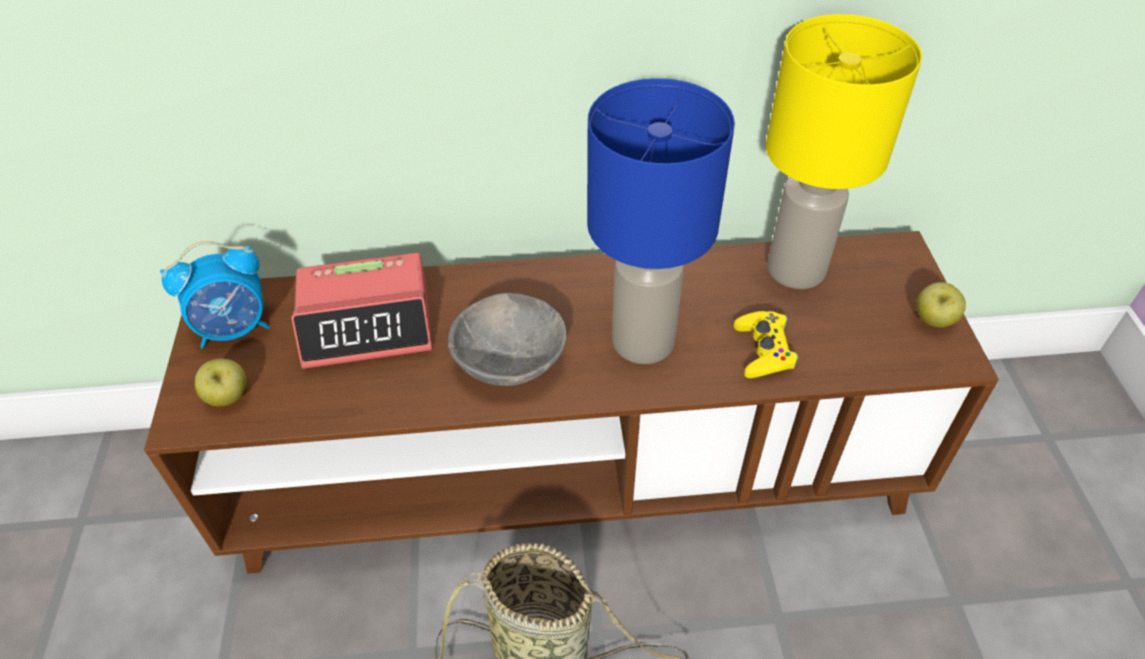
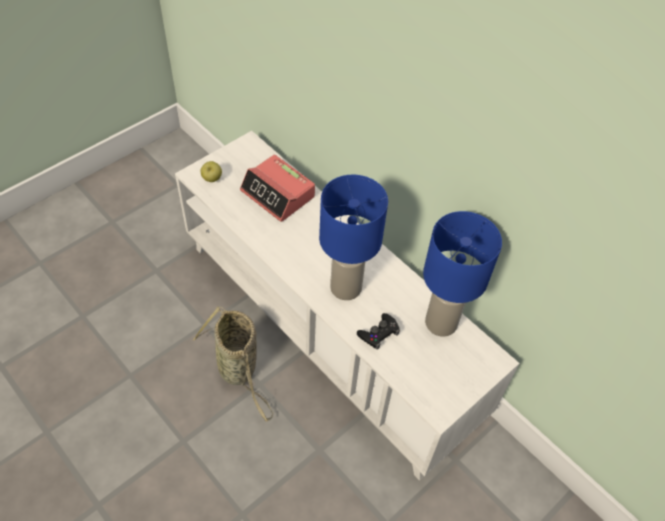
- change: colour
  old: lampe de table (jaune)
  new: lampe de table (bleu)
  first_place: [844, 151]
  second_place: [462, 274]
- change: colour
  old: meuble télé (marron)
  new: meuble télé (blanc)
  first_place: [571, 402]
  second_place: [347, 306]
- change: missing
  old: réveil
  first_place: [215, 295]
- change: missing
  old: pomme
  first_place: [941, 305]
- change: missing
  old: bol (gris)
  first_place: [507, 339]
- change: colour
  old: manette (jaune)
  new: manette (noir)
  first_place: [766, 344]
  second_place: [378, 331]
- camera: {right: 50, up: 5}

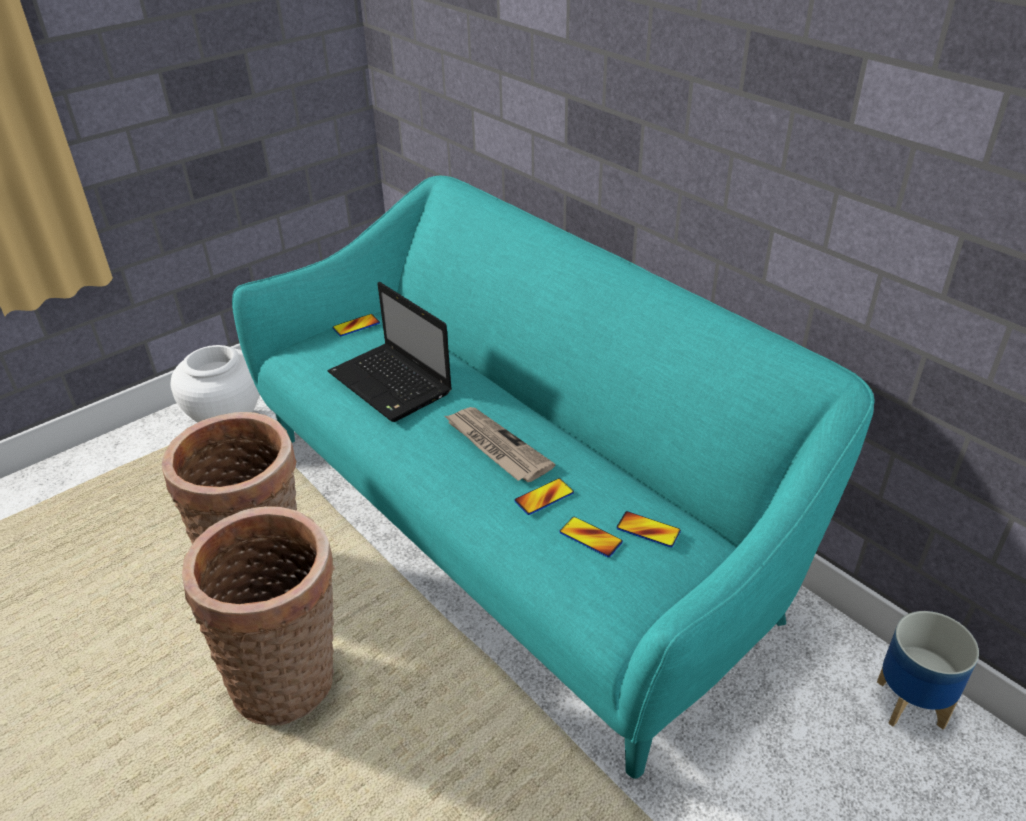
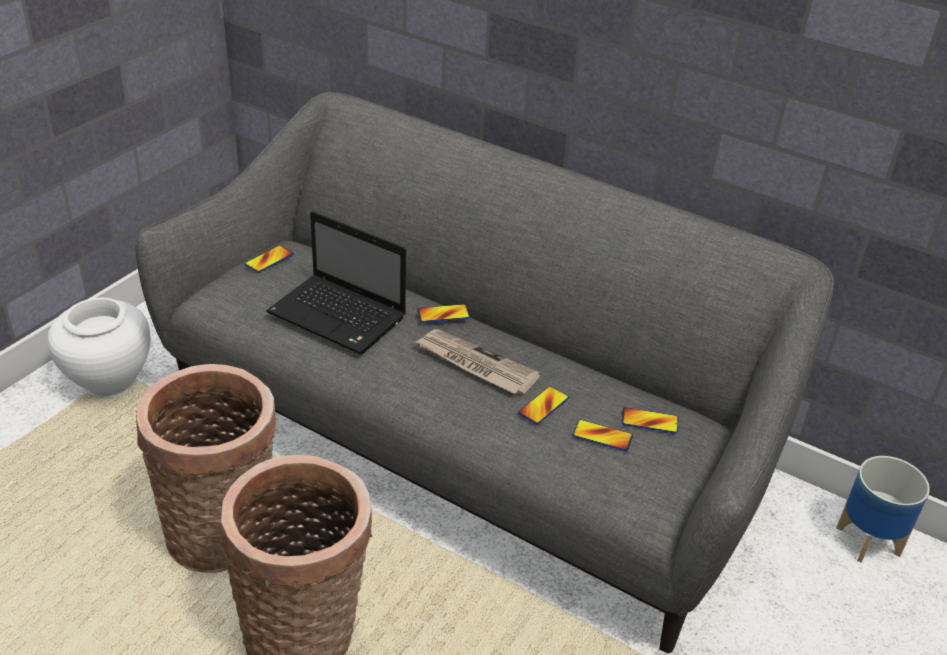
- change: colour
  old: canapé (turquoise)
  new: canapé (gris)
  first_place: [553, 477]
  second_place: [484, 372]
- change: appeared
  new: téléphone
  second_place: [443, 313]
- camera: {right: -20, up: 0}

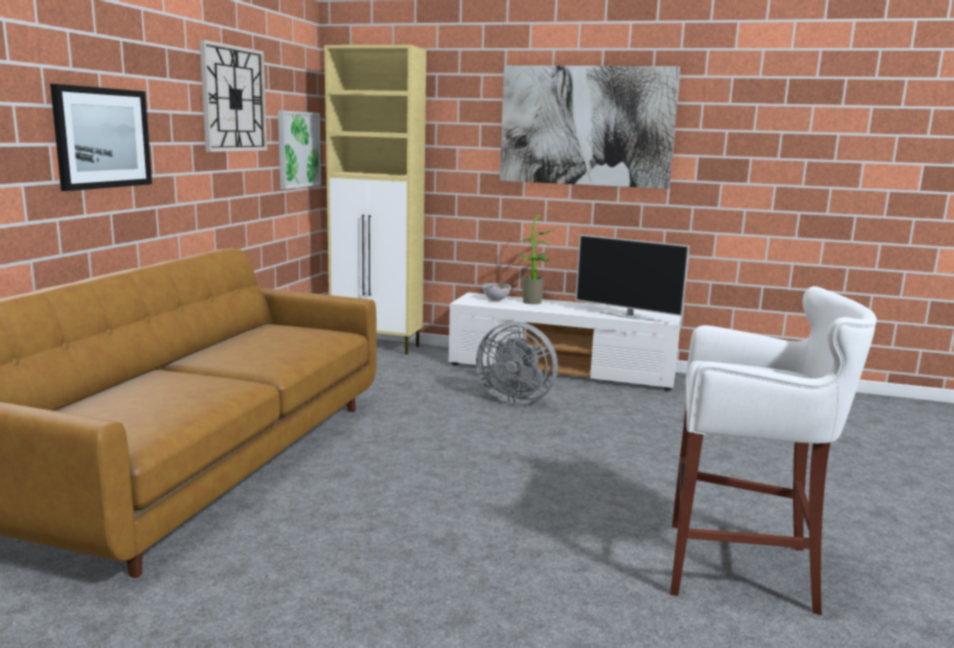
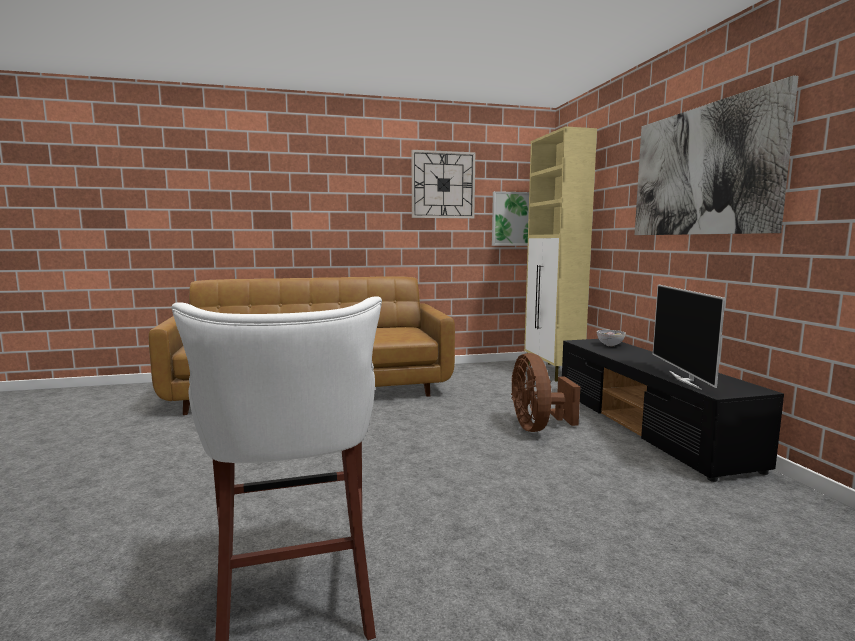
- change: missing
  old: tableau
  first_place: [101, 137]
- change: missing
  old: plante en pot
  first_place: [537, 259]
- change: colour
  old: meuble télé (blanc)
  new: meuble télé (noir)
  first_place: [565, 341]
  second_place: [673, 410]
- change: colour
  old: ventilateur (gris)
  new: ventilateur (marron)
  first_place: [517, 363]
  second_place: [545, 392]
- camera: {right: 60, up: -5}

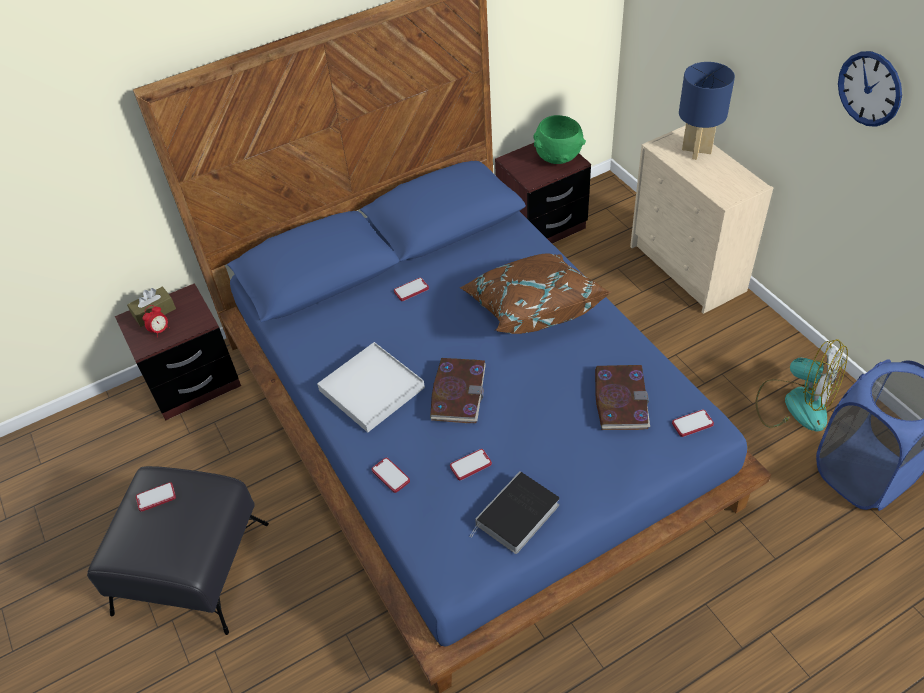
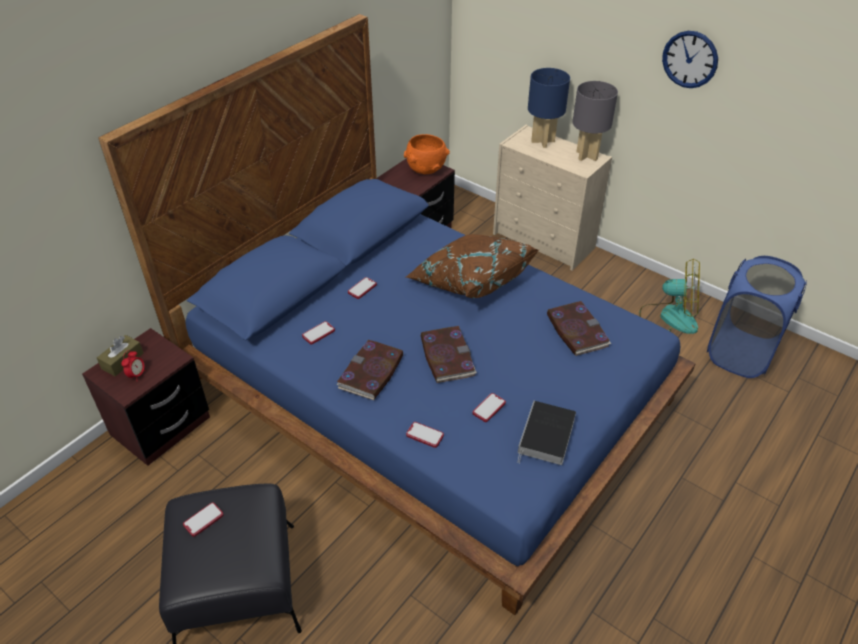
- change: colour
  old: bol (vert)
  new: bol (orange)
  first_place: [559, 139]
  second_place: [427, 154]
- change: exchanged
  old: plateau (blanc)
  new: livre
  first_place: [371, 387]
  second_place: [370, 370]
- change: relocated
  old: téléphone
  first_place: [693, 423]
  second_place: [318, 333]
- change: appeared
  new: lampe de table (gris)
  second_place: [595, 121]
- camera: {right: -25, up: -5}

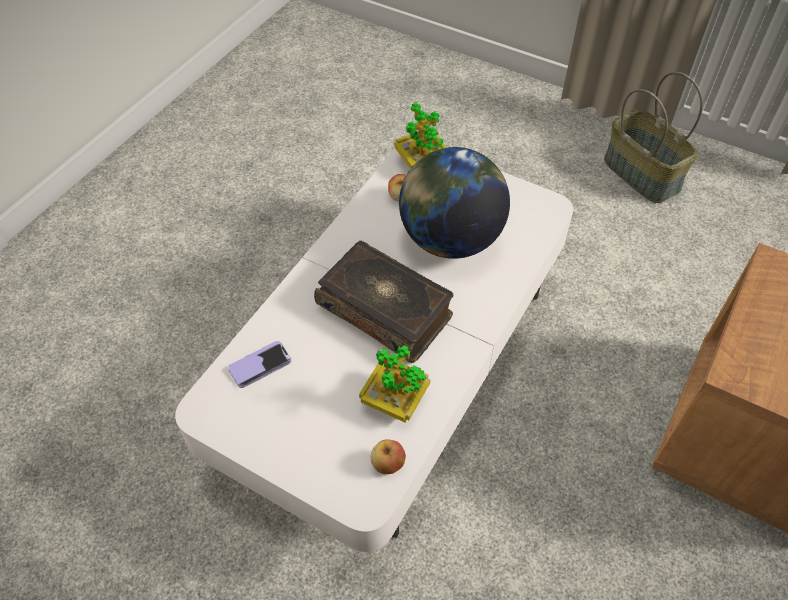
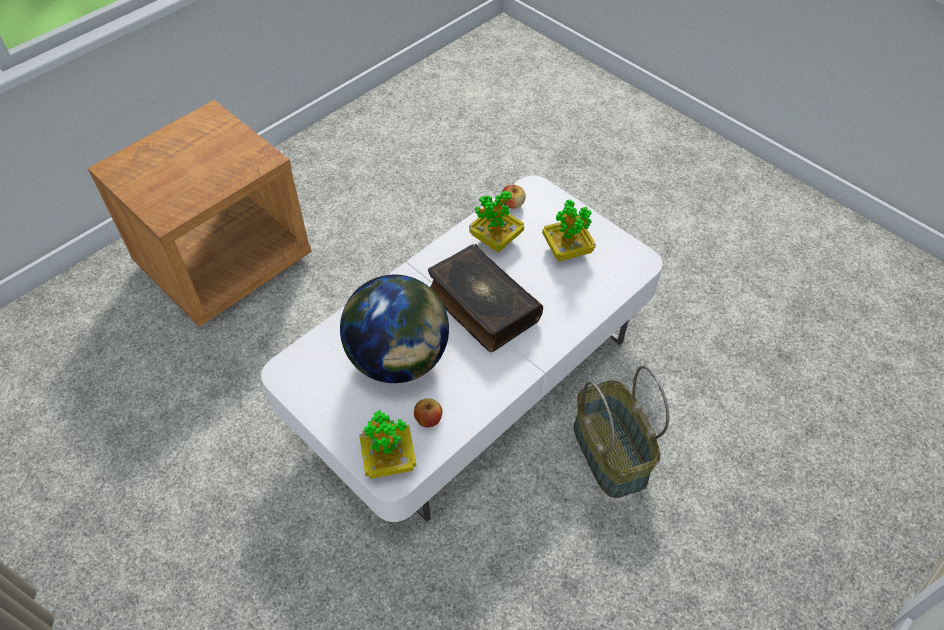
- change: relocated
  old: panier
  first_place: [653, 137]
  second_place: [621, 431]
- change: missing
  old: téléphone
  first_place: [259, 364]
- change: appeared
  new: plante en pot
  second_place: [569, 230]
- camera: {right: -165, up: 0}

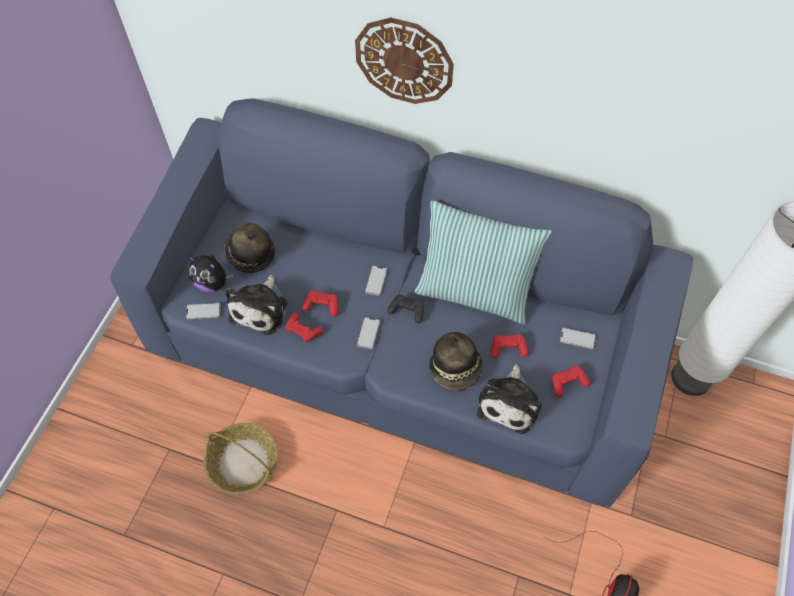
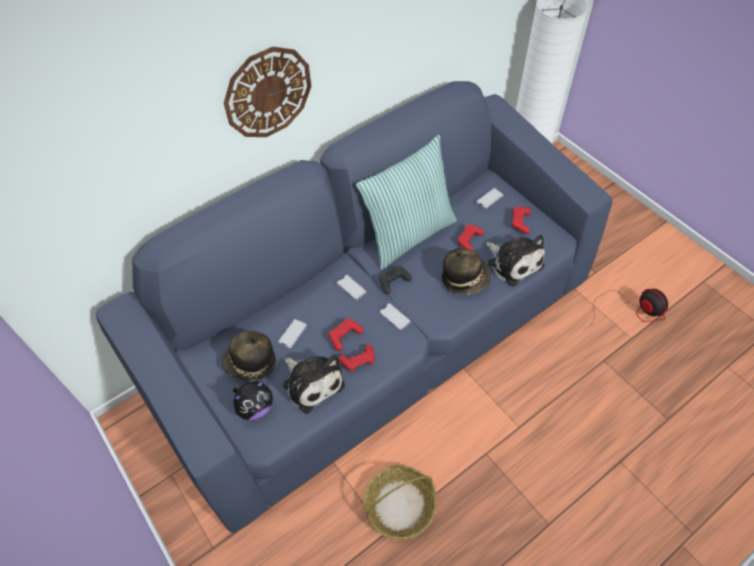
- change: relocated
  old: téléphone
  first_place: [203, 311]
  second_place: [292, 334]
- camera: {right: -55, up: -5}

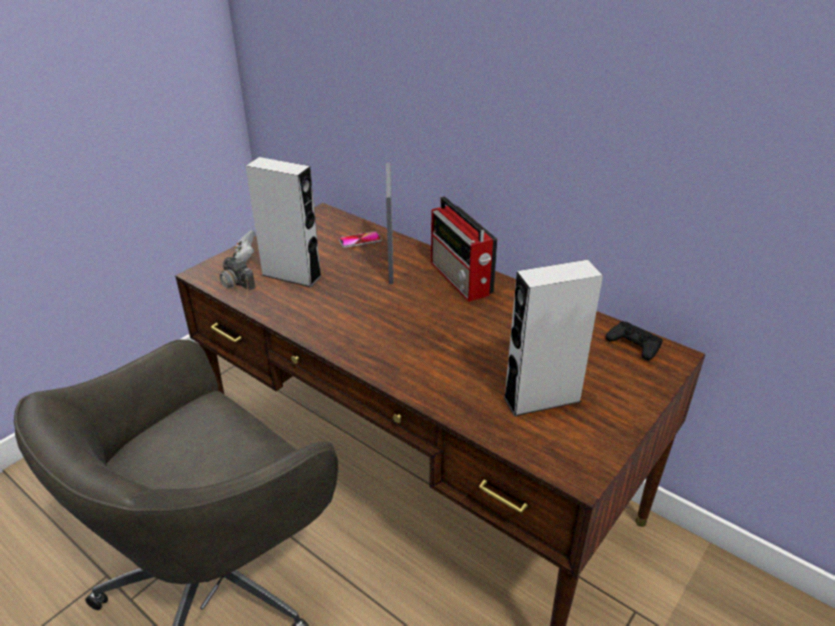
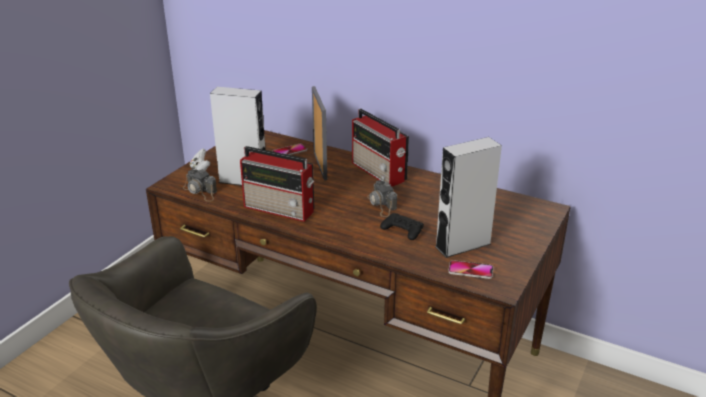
- change: relocated
  old: manette (noir)
  first_place: [634, 340]
  second_place: [402, 226]
- change: appeared
  new: radio
  second_place: [277, 184]
- change: appeared
  new: appareil photo
  second_place: [382, 198]
- change: appeared
  new: téléphone
  second_place: [470, 269]
- camera: {right: -10, up: -5}

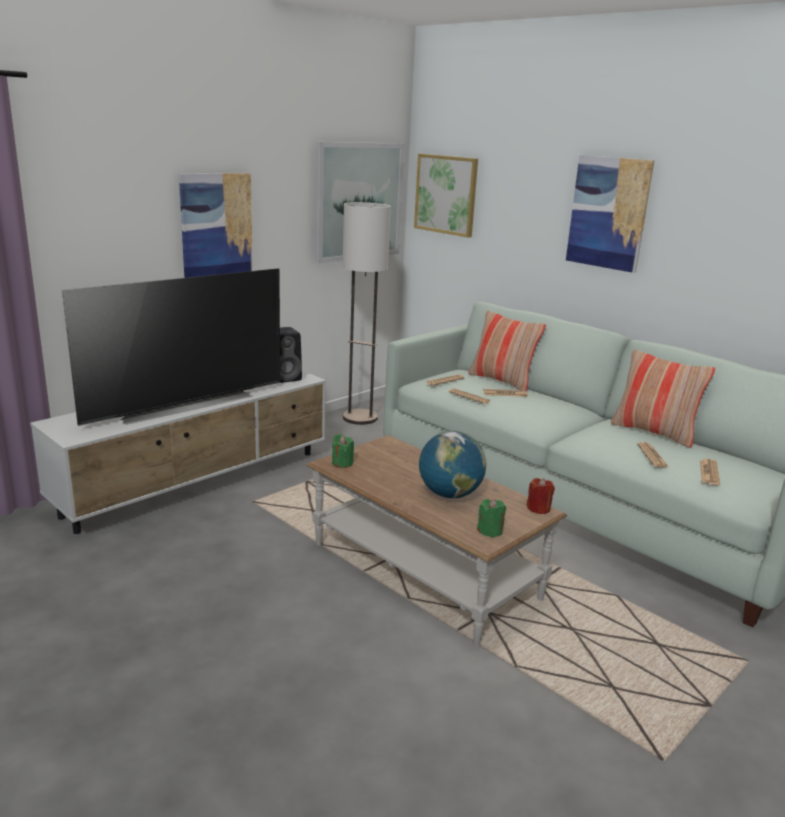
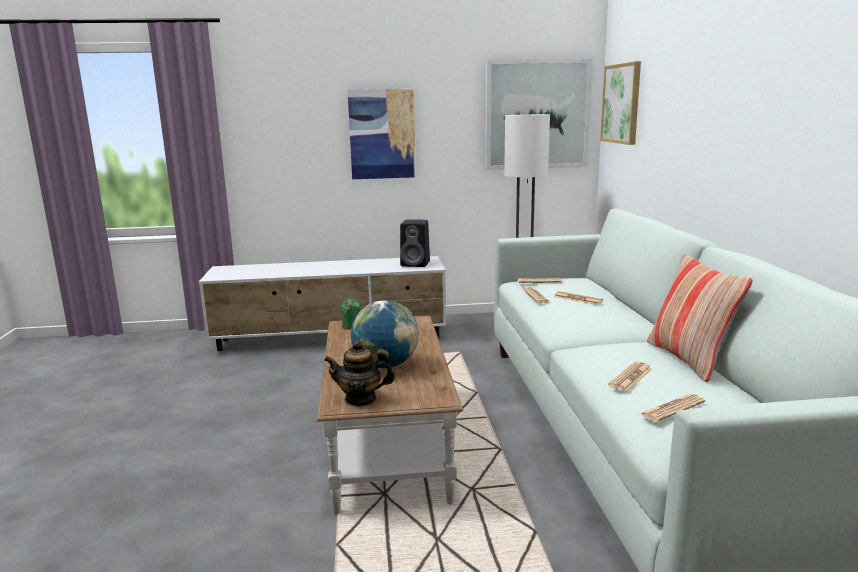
- change: missing
  old: tableau
  first_place: [610, 214]
- change: missing
  old: téléviseur
  first_place: [171, 347]
- change: missing
  old: coussin
  first_place: [507, 351]
- change: missing
  old: bougie (rouge)
  first_place: [540, 496]
- change: exchanged
  old: bougie (vert)
  new: théière
  first_place: [491, 518]
  second_place: [359, 373]
- camera: {right: 40, up: -5}

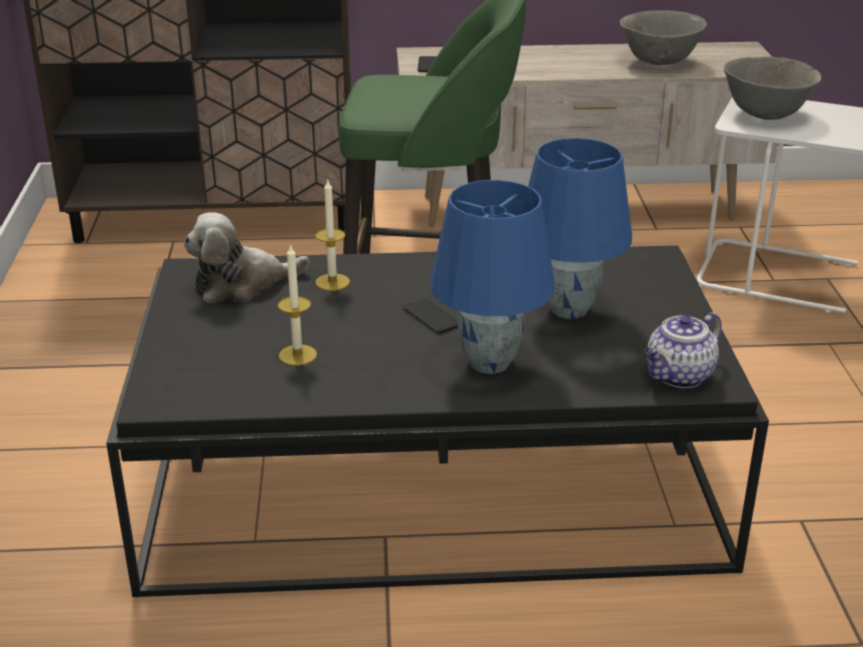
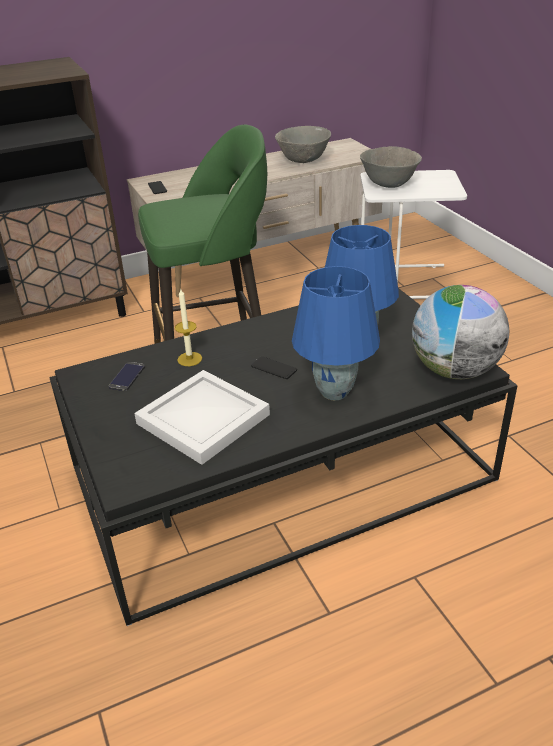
- change: exchanged
  old: peluche
  new: téléphone
  first_place: [246, 257]
  second_place: [127, 376]
- change: exchanged
  old: bougie
  new: plateau (blanc)
  first_place: [297, 305]
  second_place: [202, 417]
- change: exchanged
  old: théière
  new: globe
  first_place: [683, 350]
  second_place: [460, 332]
- camera: {right: -20, up: 5}

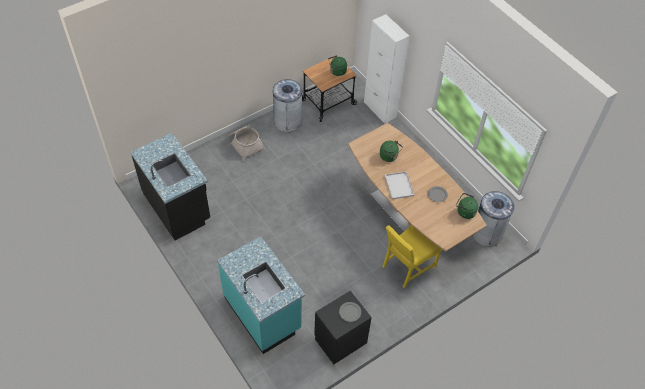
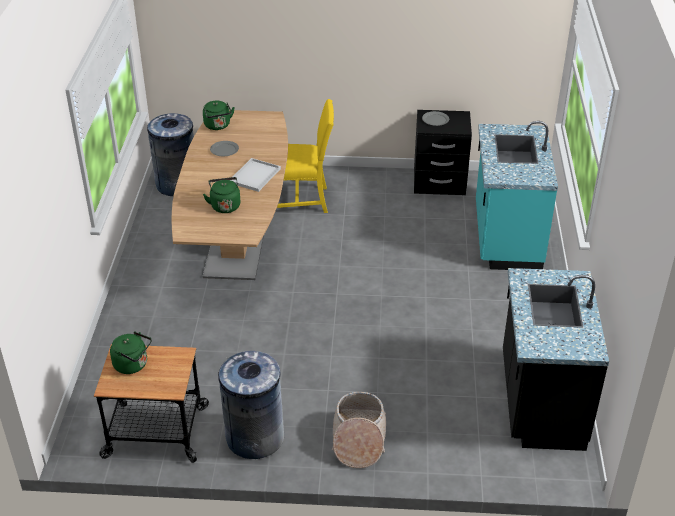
- change: missing
  old: meuble de rangement (blanc)
  first_place: [386, 69]
- camera: {right: -140, up: -15}

